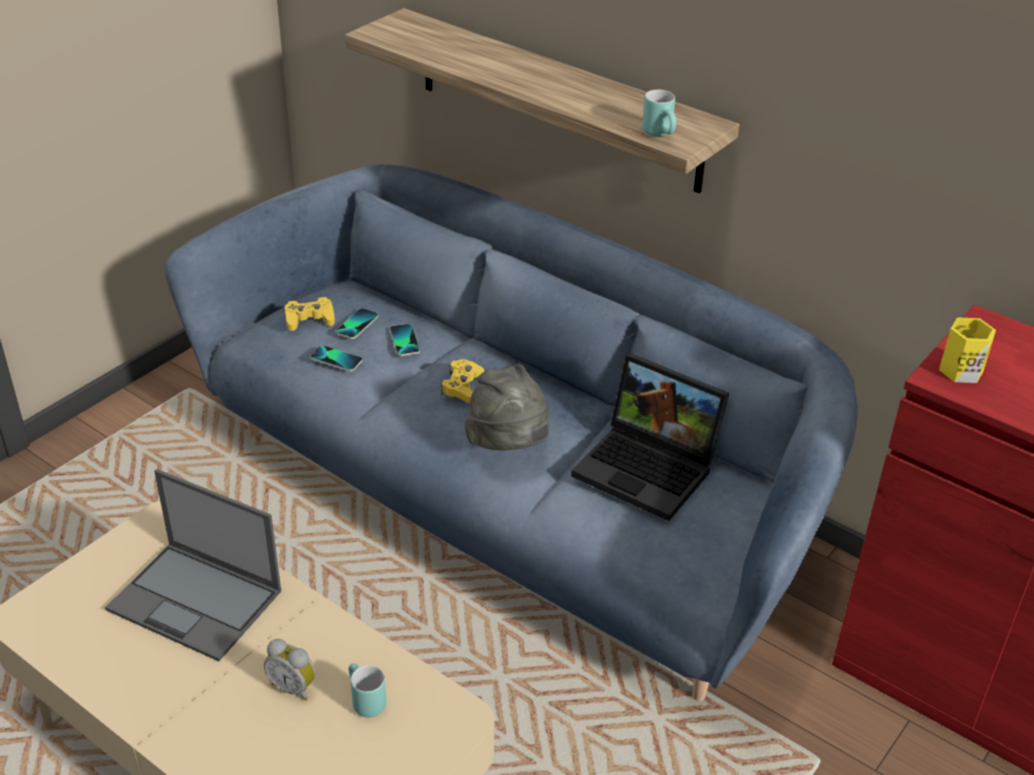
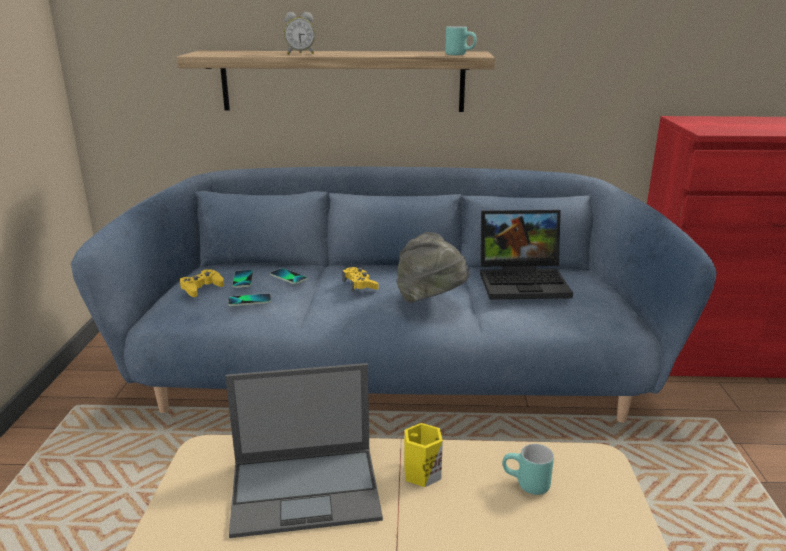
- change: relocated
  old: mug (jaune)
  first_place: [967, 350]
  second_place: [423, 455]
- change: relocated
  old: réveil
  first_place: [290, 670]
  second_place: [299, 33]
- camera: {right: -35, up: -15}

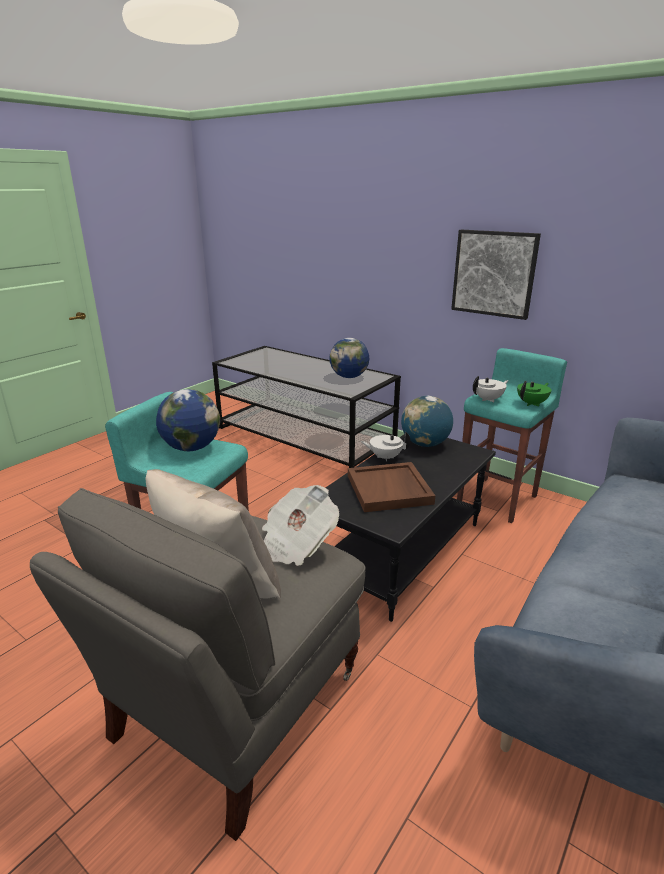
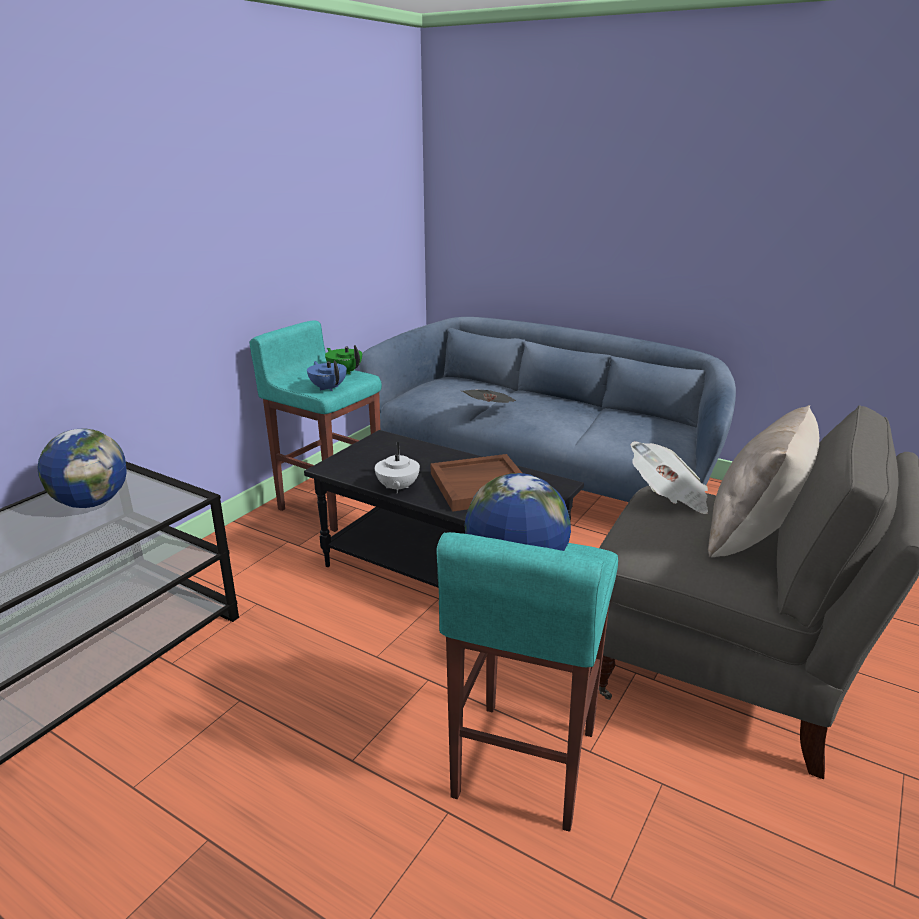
- change: missing
  old: tableau
  first_place: [496, 275]
- change: colour
  old: théière (blanc)
  new: théière (bleu)
  first_place: [491, 389]
  second_place: [327, 376]
- change: missing
  old: globe
  first_place: [427, 421]
- change: appeared
  new: journal
  second_place: [489, 396]
- camera: {right: -95, up: 0}

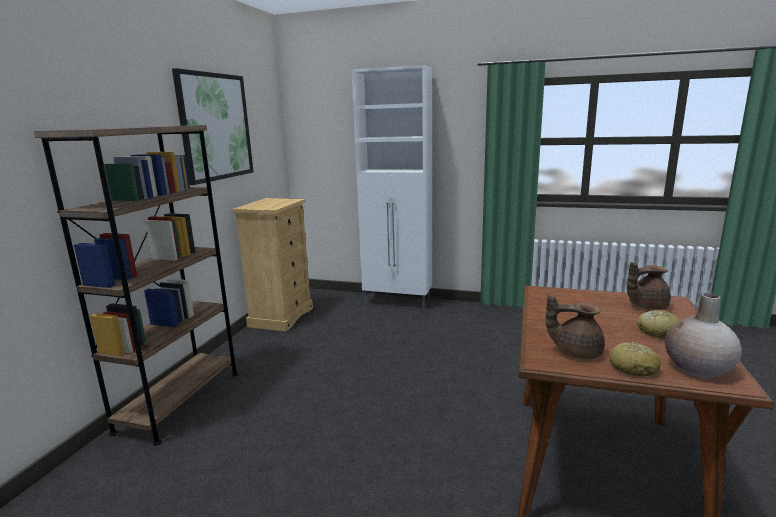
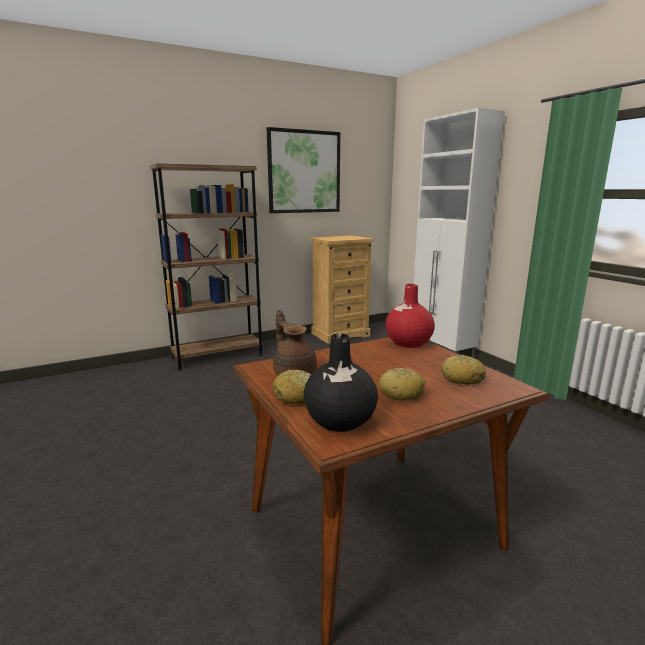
- change: exchanged
  old: théière (marron)
  new: pain
  first_place: [649, 286]
  second_place: [463, 369]
- change: colour
  old: vase (beige)
  new: vase (noir)
  first_place: [703, 335]
  second_place: [341, 382]
- change: appeared
  new: vase (rouge)
  second_place: [410, 316]
- camera: {right: 45, up: 0}

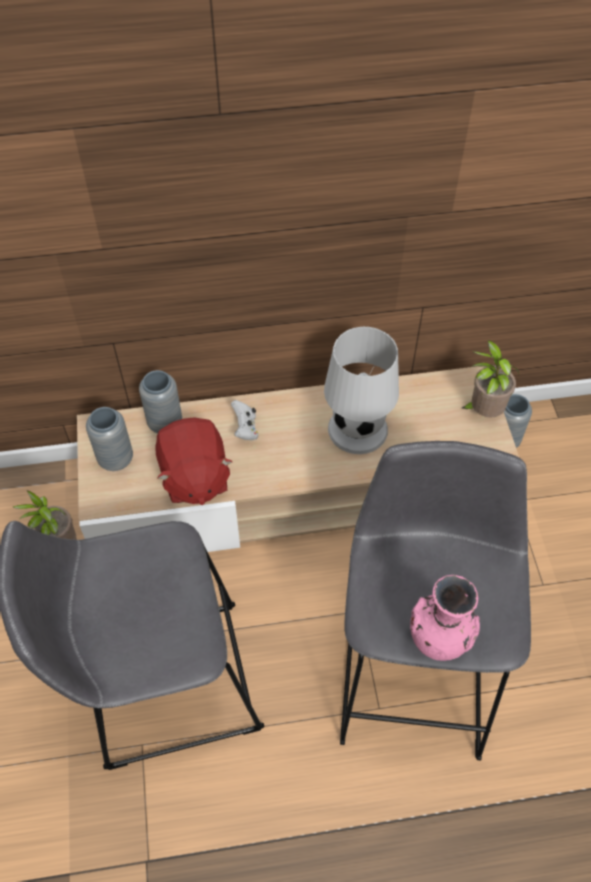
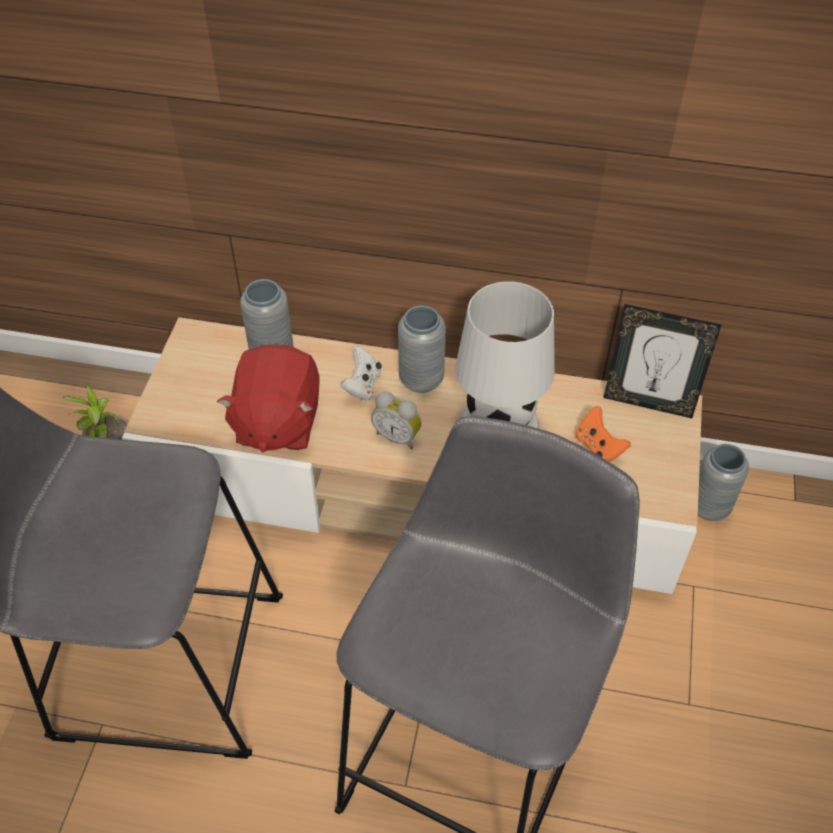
- change: missing
  old: plante en pot
  first_place: [490, 378]
- change: relocated
  old: vase (gris)
  first_place: [109, 439]
  second_place: [422, 349]
- change: missing
  old: vase (rose)
  first_place: [445, 618]
- change: appeared
  new: cadre photo
  second_place: [662, 361]
- change: appeared
  new: réveil
  second_place: [396, 420]
- change: appeared
  new: manette (orange)
  second_place: [603, 434]
- camera: {right: 20, up: -5}

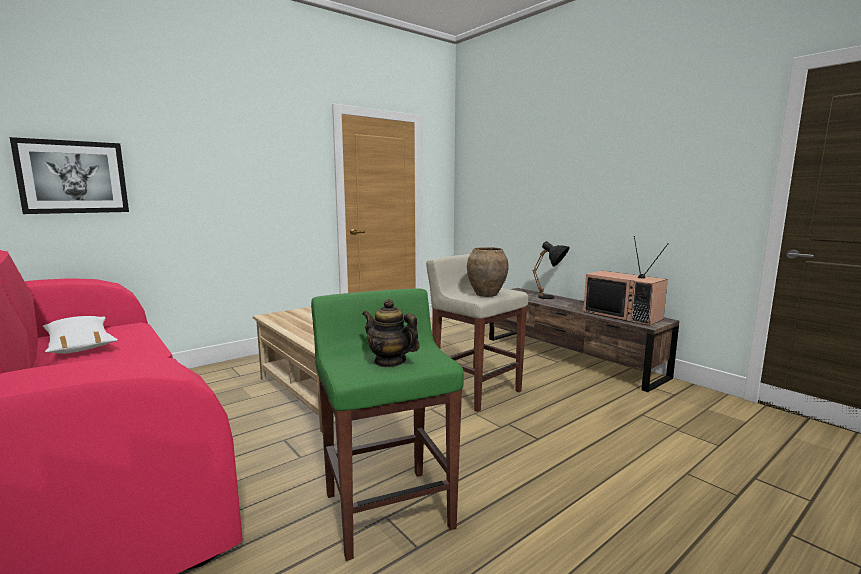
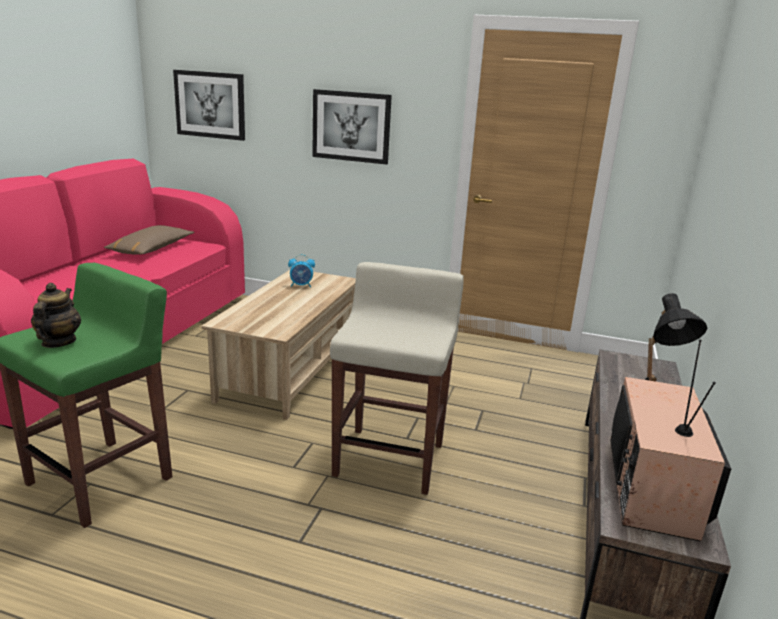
- change: missing
  old: vase (marron)
  first_place: [488, 272]
- change: colour
  old: coussin (blanc)
  new: coussin (marron)
  first_place: [80, 335]
  second_place: [149, 240]
- change: appeared
  new: tableau
  second_place: [352, 127]
- change: appeared
  new: réveil
  second_place: [301, 271]
- camera: {right: 55, up: 10}

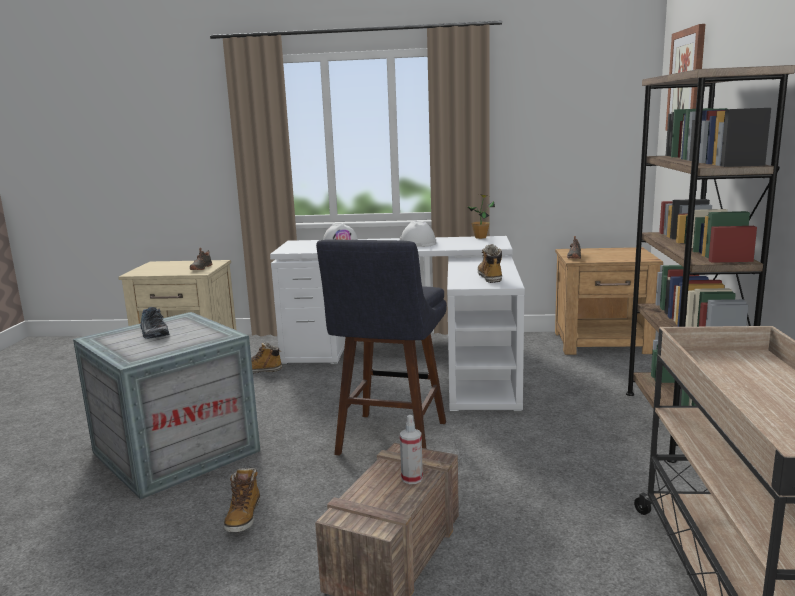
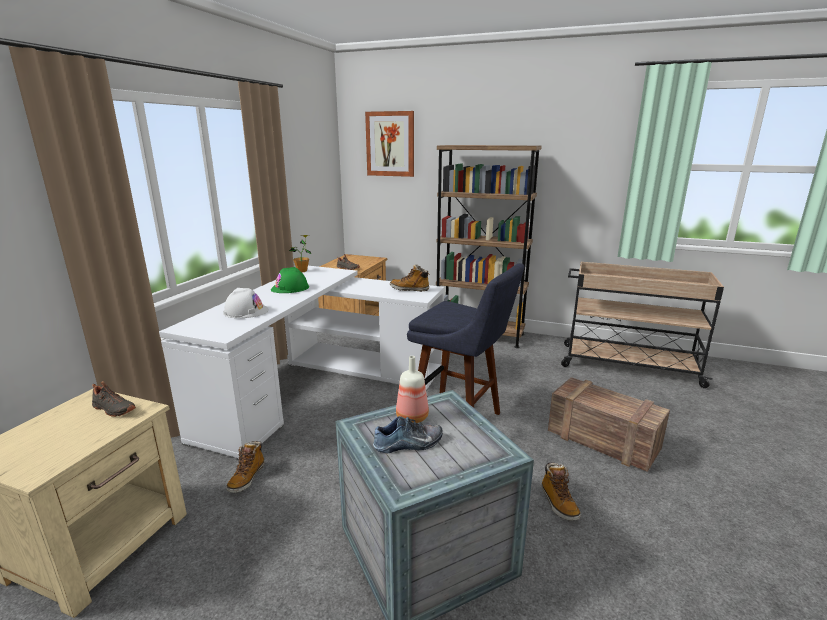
- change: colour
  old: casque de chantier (blanc)
  new: casque de chantier (vert)
  first_place: [418, 234]
  second_place: [290, 280]
- change: missing
  old: vaporisateur
  first_place: [411, 449]
- change: spun
  old: botte
  first_place: [241, 500]
  second_place: [561, 491]
  degrees: 60
- change: appeared
  new: bouteille
  second_place: [412, 389]
- camera: {right: -75, up: 5}

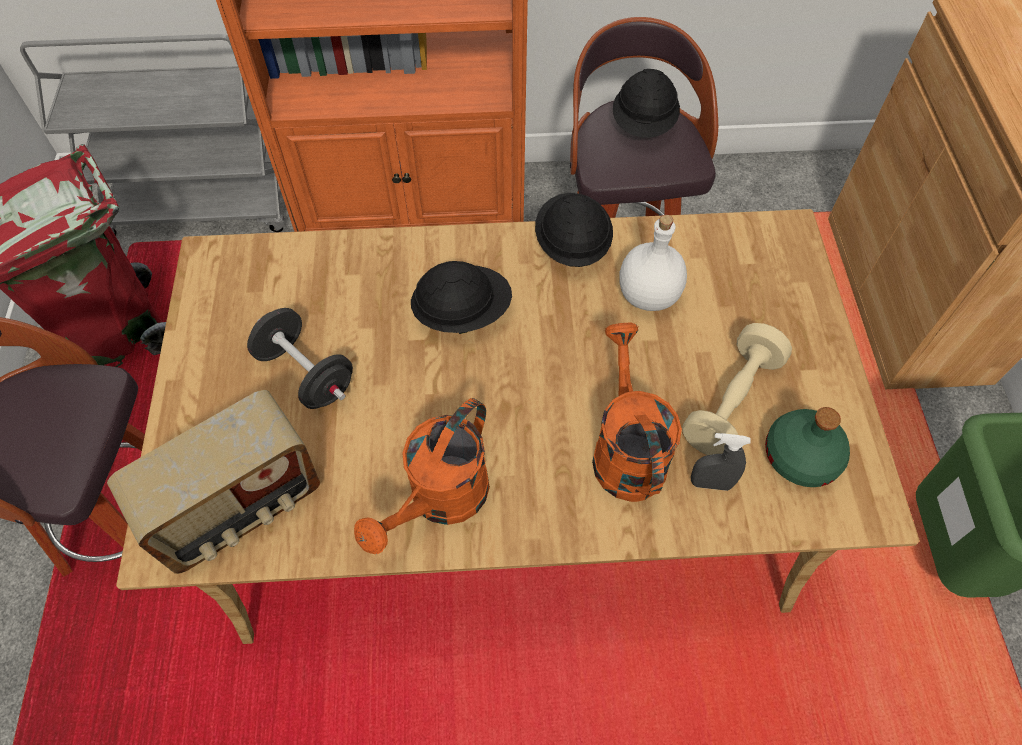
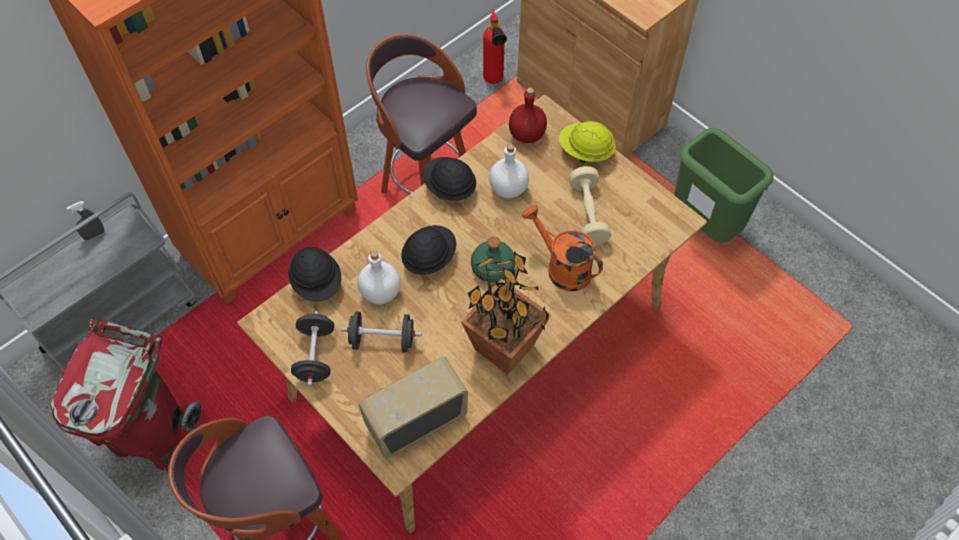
- change: relocated
  old: casque de chantier (noir)
  first_place: [646, 103]
  second_place: [315, 274]
- change: spun
  old: radio
  first_place: [213, 482]
  second_place: [413, 408]
  degrees: -135
- change: exchanged
  old: arrosoir (orange)
  new: plante en pot
  first_place: [422, 476]
  second_place: [506, 313]
- change: relocated
  old: bouteille (vert)
  first_place: [807, 447]
  second_place: [493, 259]
- change: relocated
  old: vaporisateur (gris)
  first_place: [721, 462]
  second_place: [85, 220]
- change: appeared
  new: extincteur
  second_place: [495, 46]
- change: appeared
  new: bouteille (rouge)
  second_place: [528, 115]
- change: appeared
  new: casque de chantier (jaune)
  second_place: [587, 142]
- change: appeared
  new: bouteille (blanc)
  second_place: [379, 277]
- change: appeared
  new: haltère (noir)
  second_place: [312, 348]
- camera: {right: -40, up: 0}

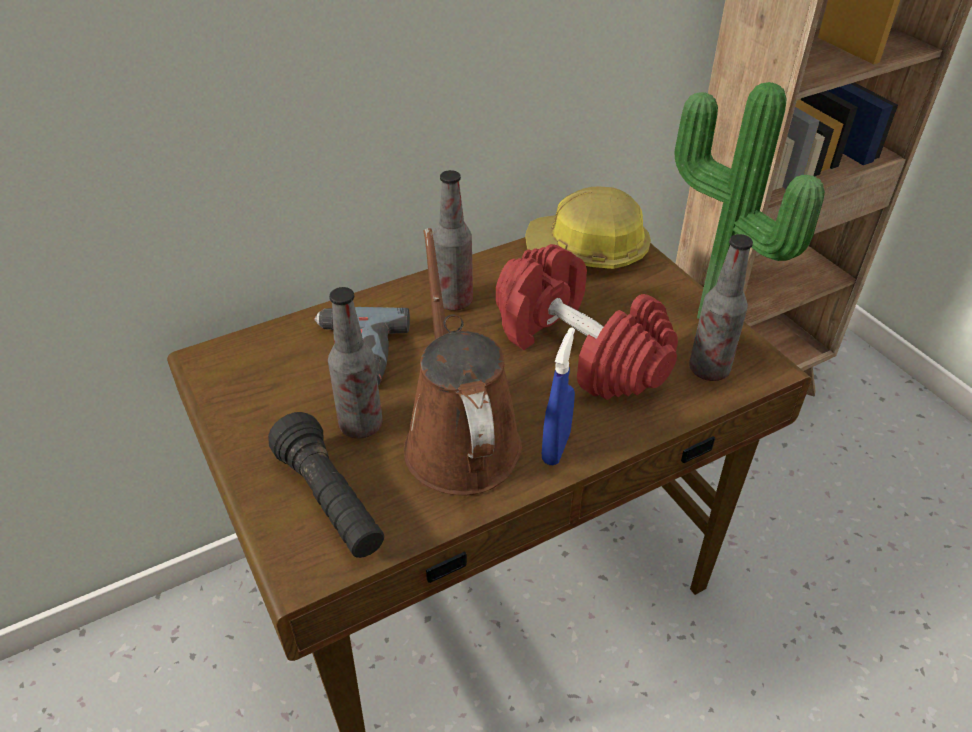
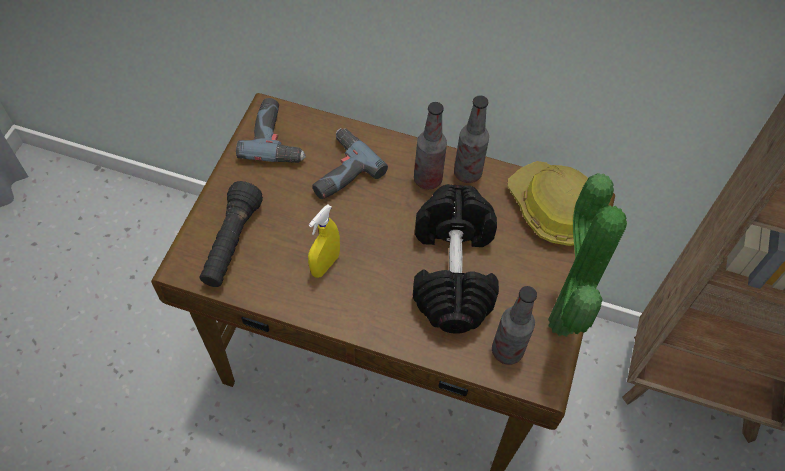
- change: exchanged
  old: arrosoir (marron)
  new: vaporisateur (jaune)
  first_place: [463, 362]
  second_place: [324, 241]
- change: colour
  old: haltère (rouge)
  new: haltère (noir)
  first_place: [587, 322]
  second_place: [456, 259]
- change: relocated
  old: bouteille
  first_place: [355, 363]
  second_place: [471, 139]
- change: missing
  old: vaporisateur (bleu)
  first_place: [558, 396]
- change: appeared
  new: perceuse
  second_place: [271, 130]
- camera: {right: 45, up: 15}

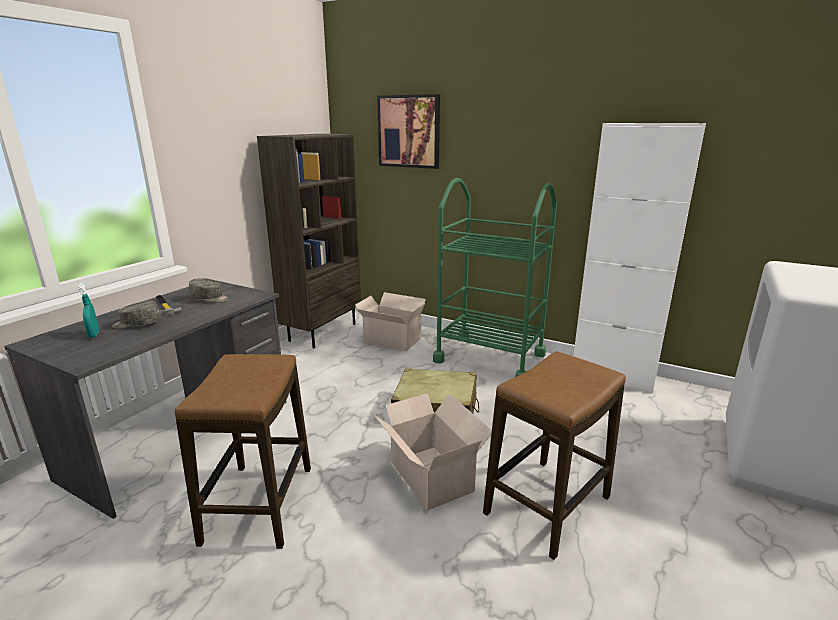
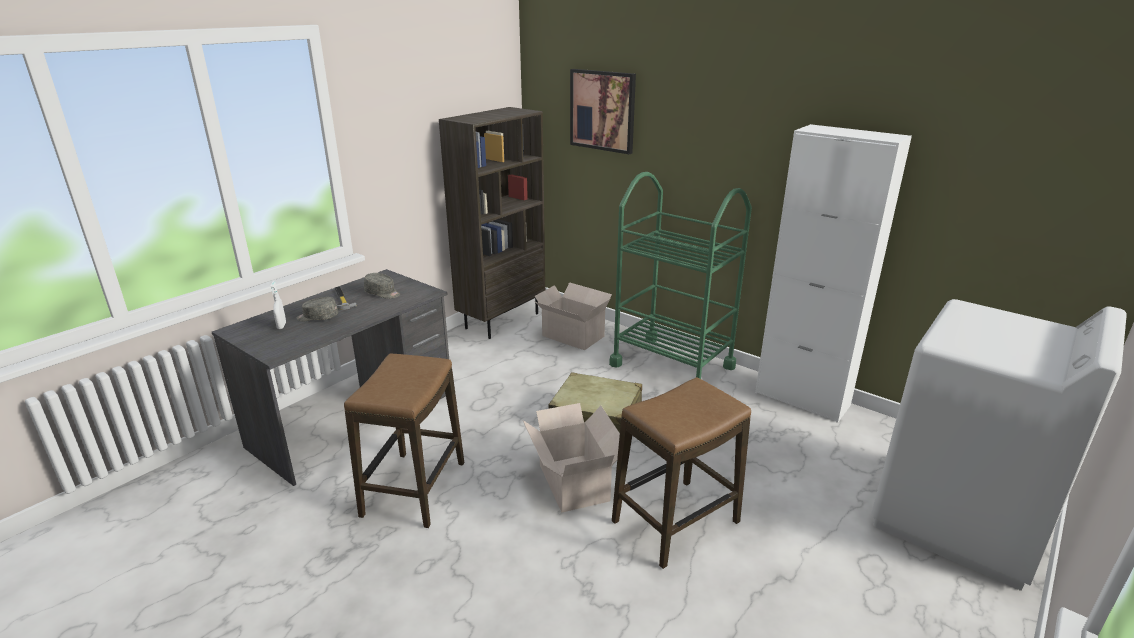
- change: colour
  old: vaporisateur (turquoise)
  new: vaporisateur (blanc)
  first_place: [88, 310]
  second_place: [278, 305]
- camera: {right: 10, up: 5}

